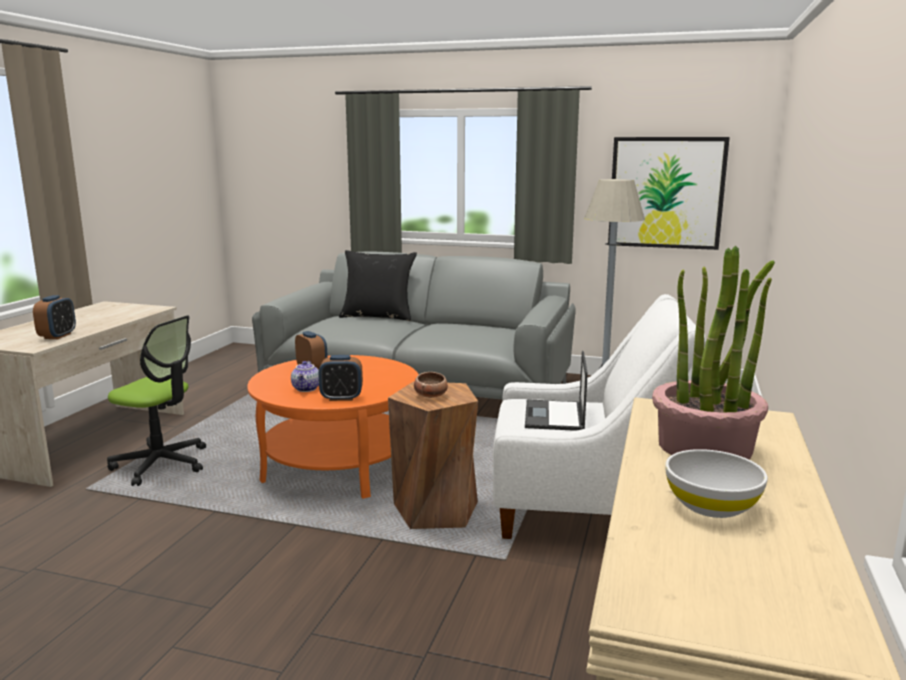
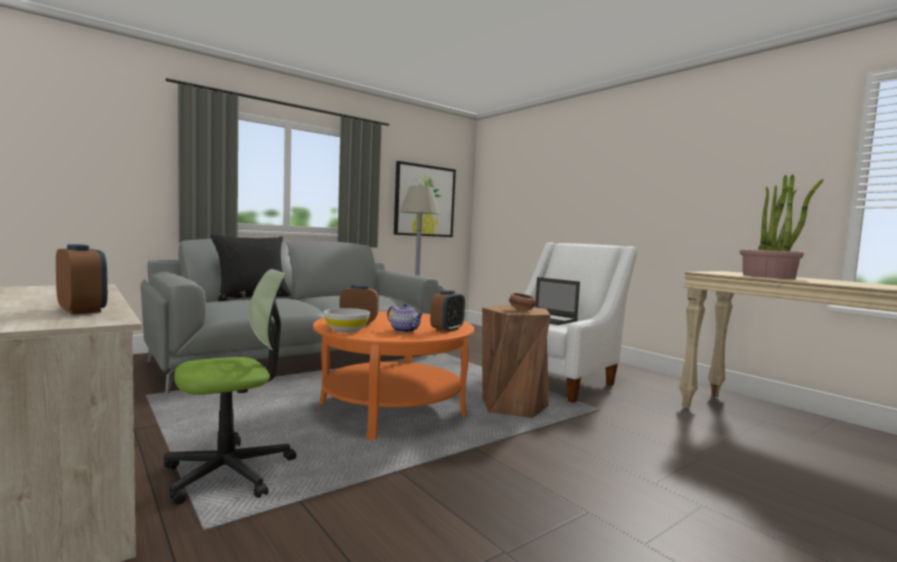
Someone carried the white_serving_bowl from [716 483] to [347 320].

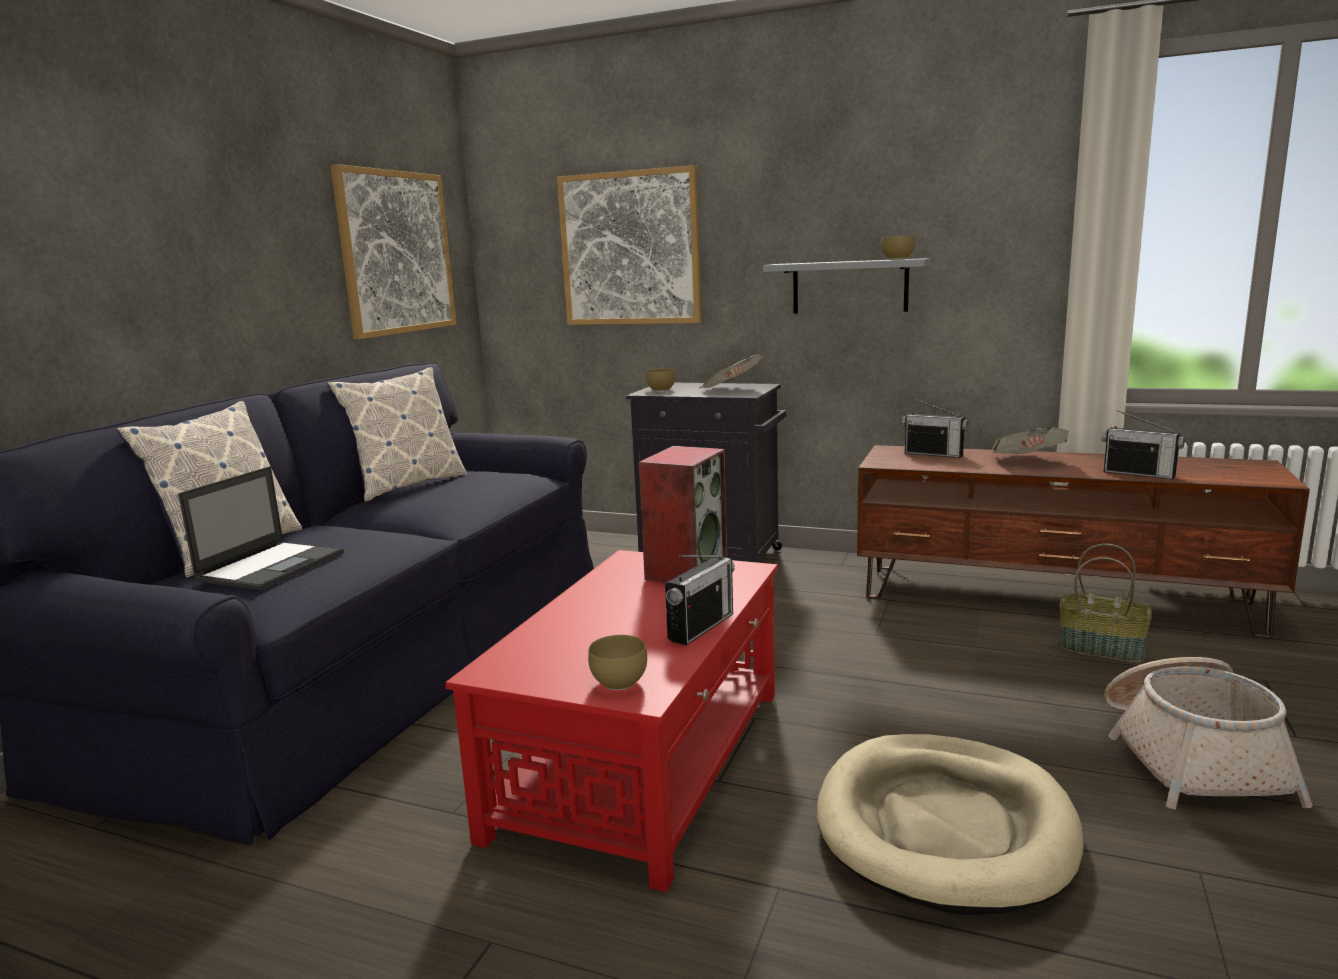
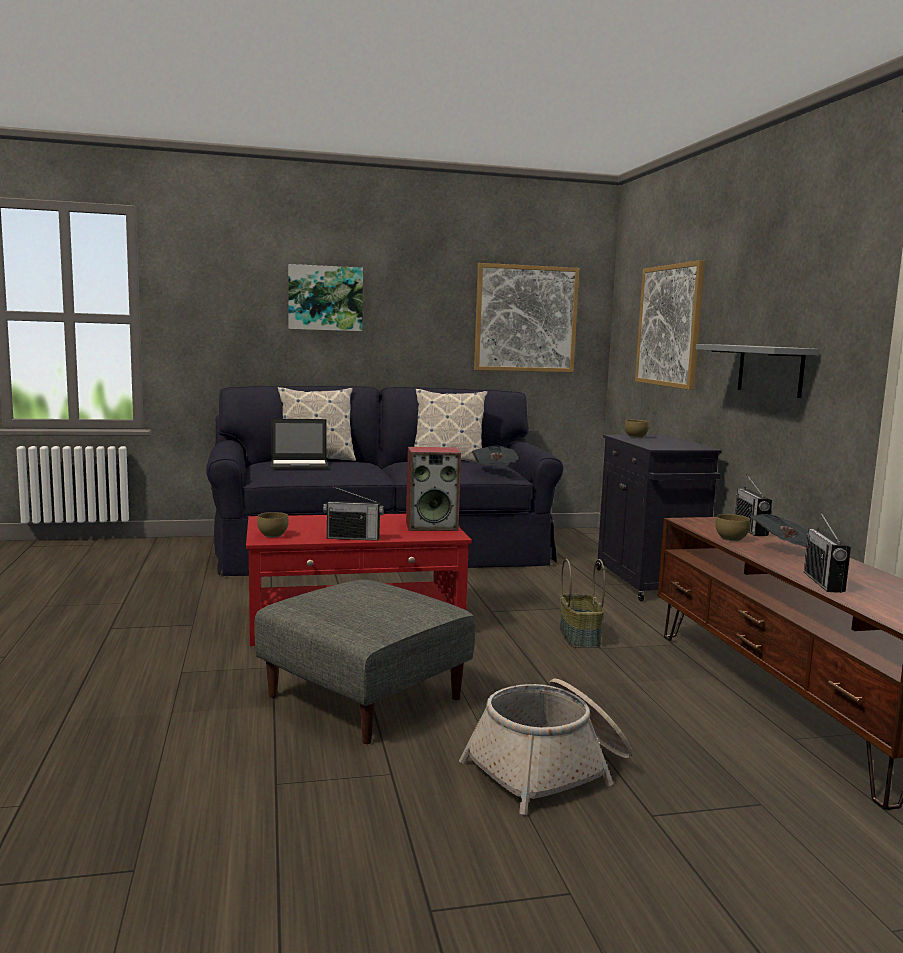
Someone carried the newspaper from [731 370] to [495 456].
Someone swapped the sand-coloured_pet_bed at [950 824] for the grey_pouffe at [364 662].
Someone carried the brownish_serving_bowl from [898 247] to [732 527].
Someone carried the storage_basket from [1105 603] to [582 603].
Someone put up the picture at [325 297].

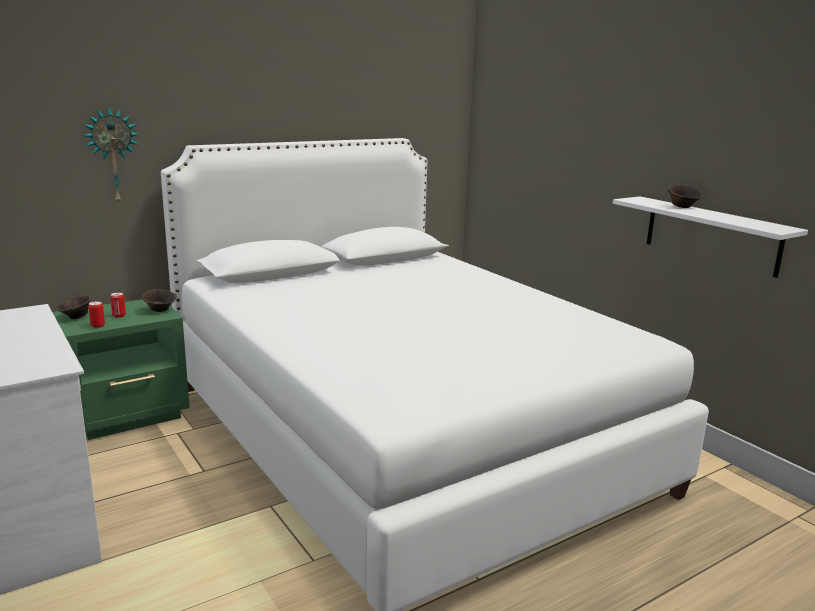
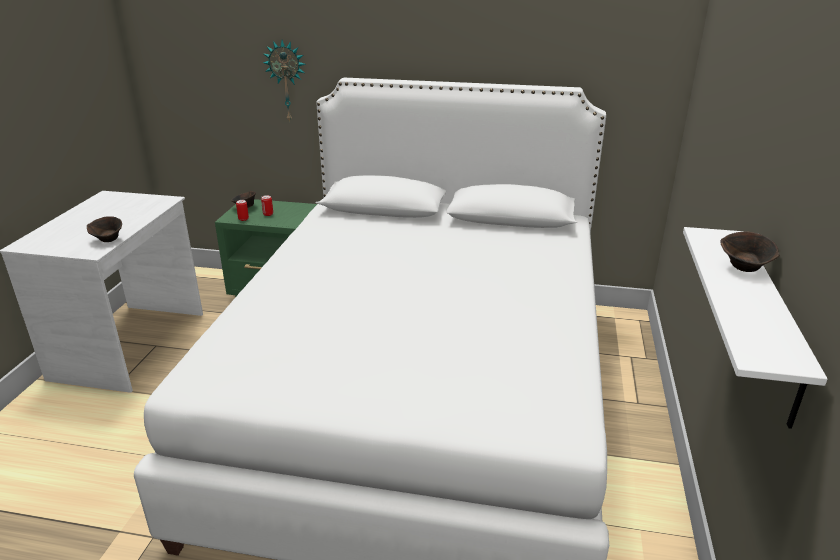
Someone carried the brownish_serving_bowl from [159 300] to [104 229].

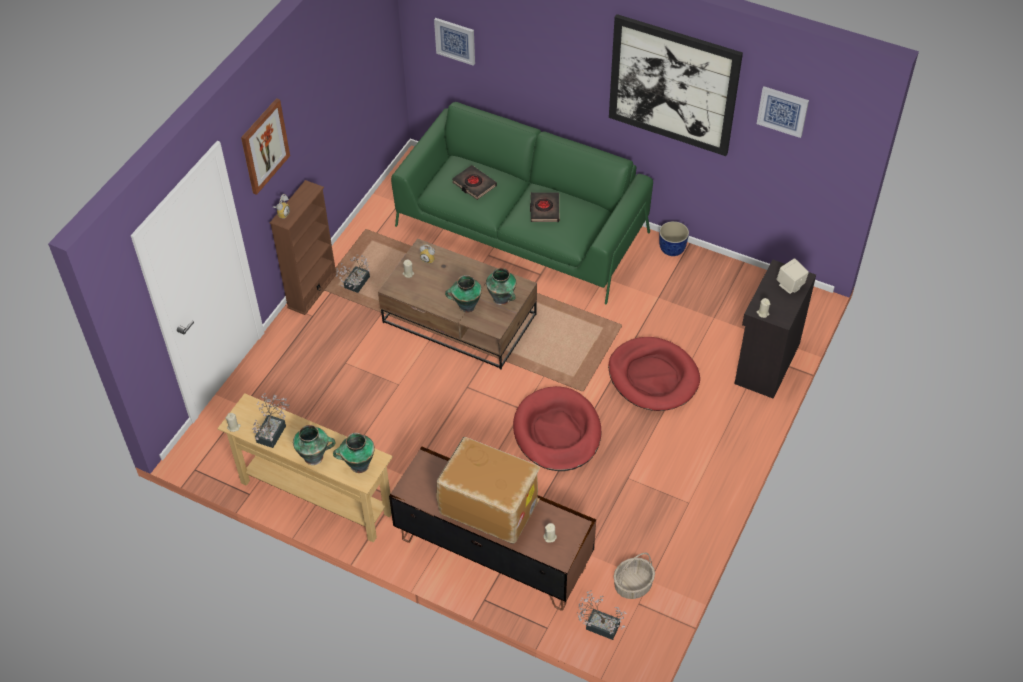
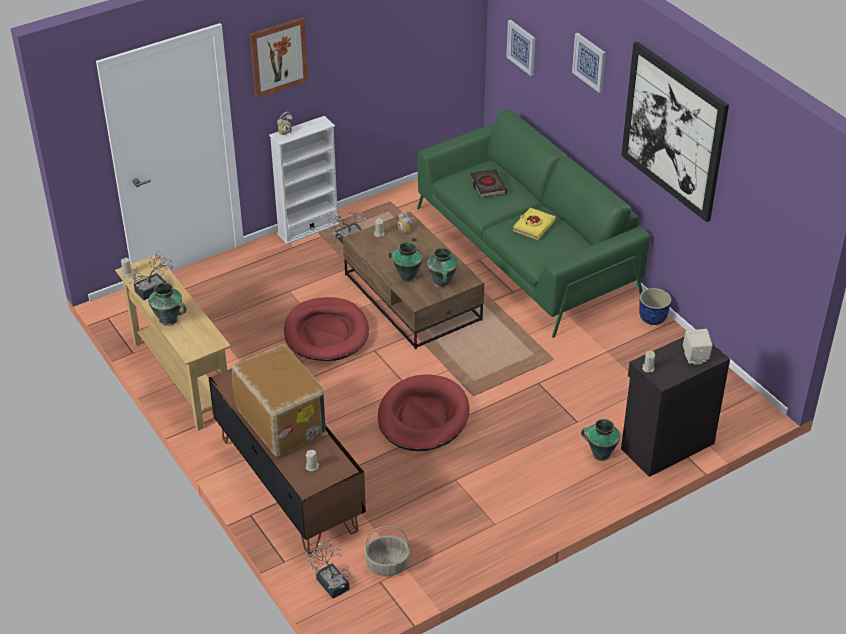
Someone repainted the brownish_bookcase at [303 247], which became the white_bookcase at [304 180].
Someone carried the vase from [354 453] to [600 440].
Someone repainted the black_bound_book at [544 207], which became the yellowish_bound_book at [534 223].
Someone carried the red_pet_bed from [654 374] to [326 329].
Someone carried the picture from [783 112] to [589 63].

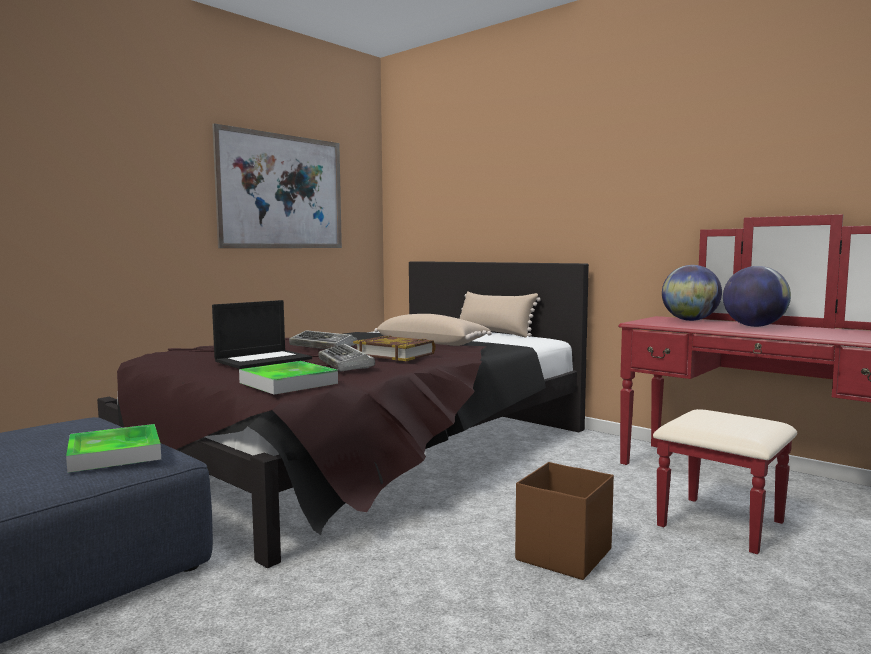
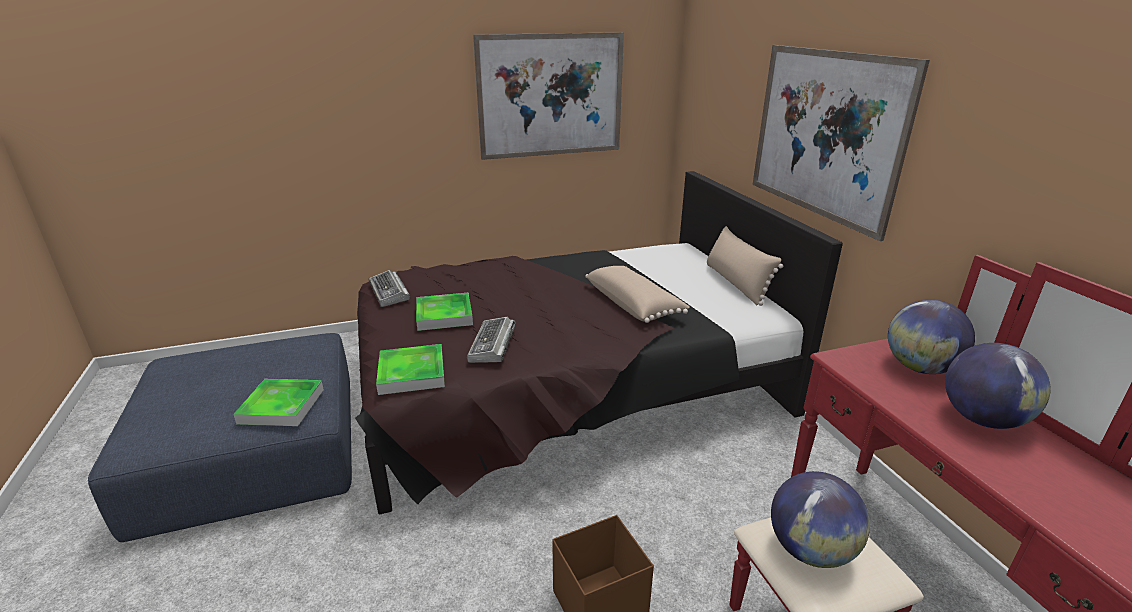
Someone swapped the portable_computer at [262 334] for the carrying_tray at [444 312].
Someone carried the PC_keyboard from [323 339] to [389 288].
Someone took away the bound_book at [394 348].
Someone put up the picture at [841 143].
Someone put down the globe at [820 519].

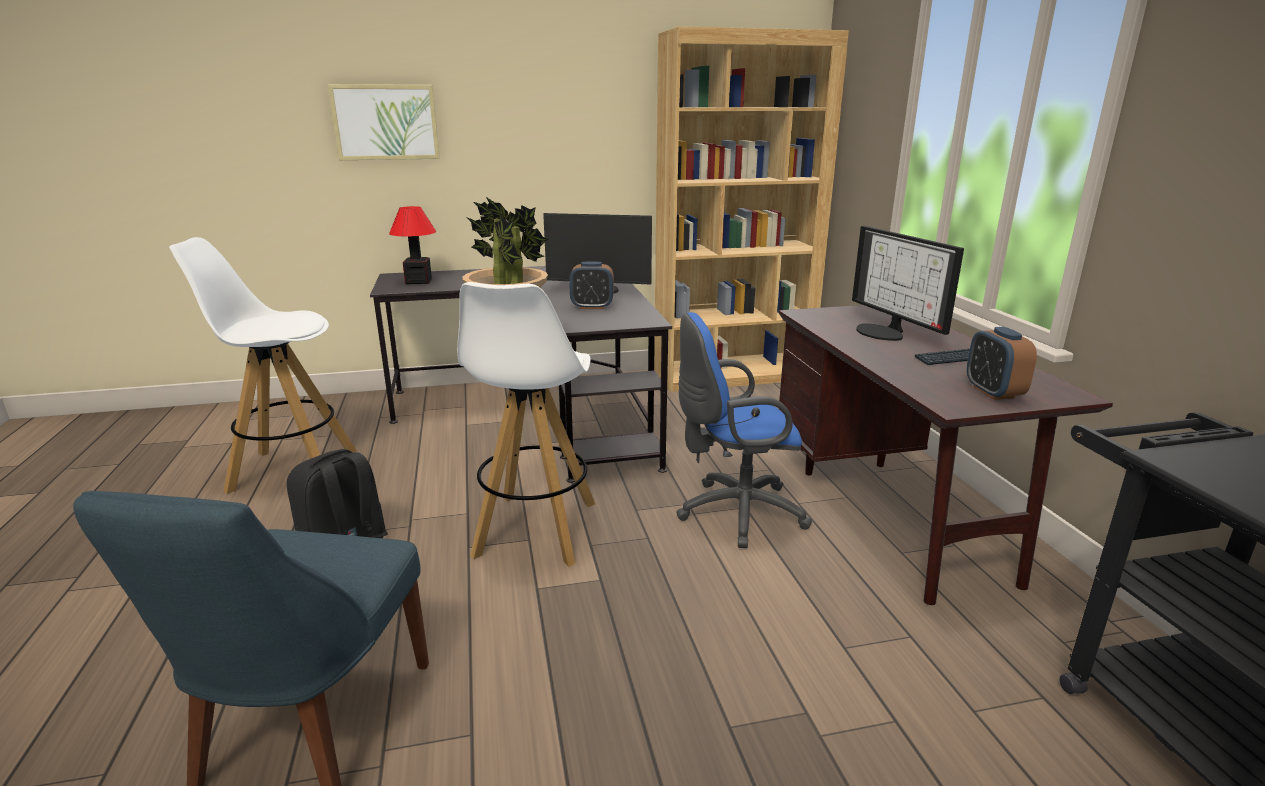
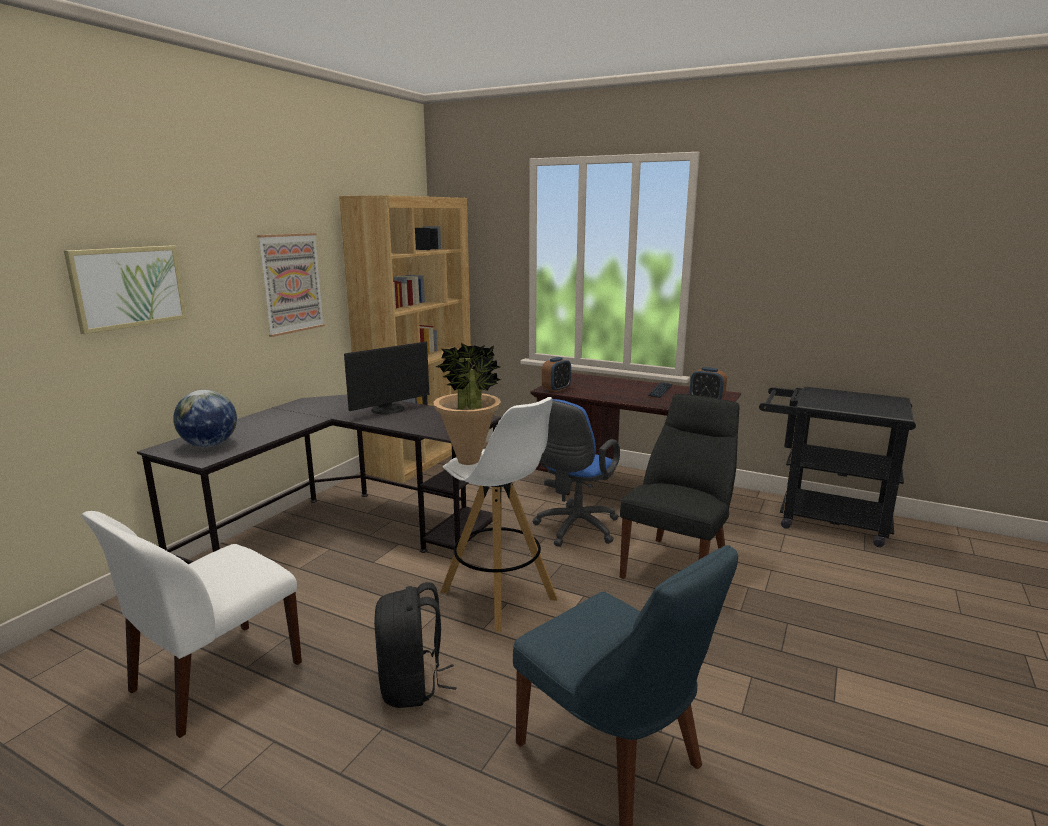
Someone swapped the white_sitting_stool at [263 365] for the white_plain_chair at [192 624].
Someone swapped the lamp_for_a_table at [412 245] for the globe at [205 418].
Someone carried the bedside_clock from [591 285] to [556 374].
Someone took away the computer_display at [908 283].
Someone put up the picture at [291 285].
Someone put down the black_plain_chair at [680 486].

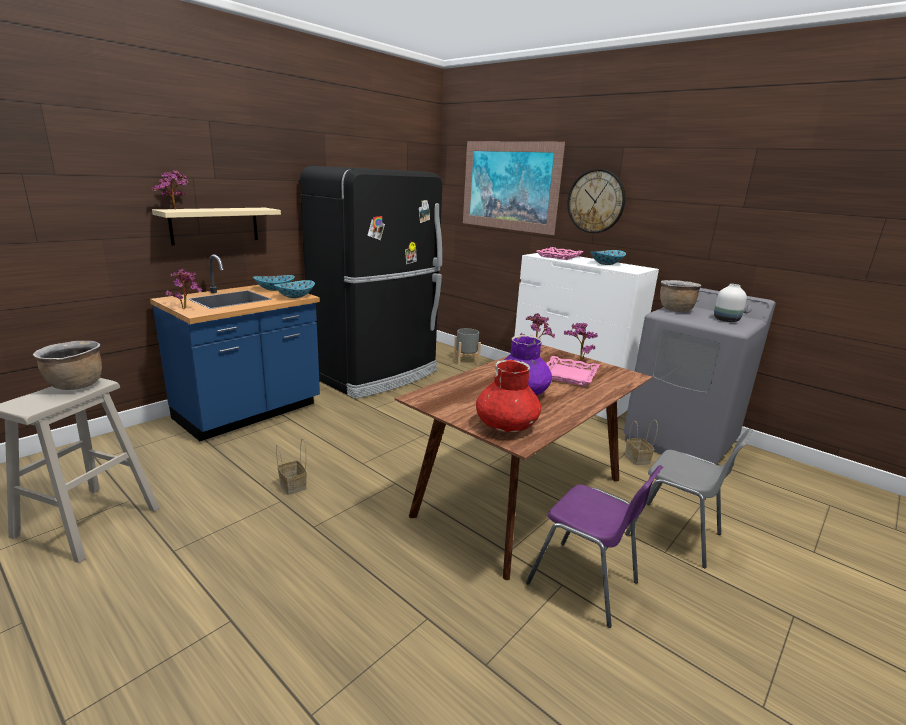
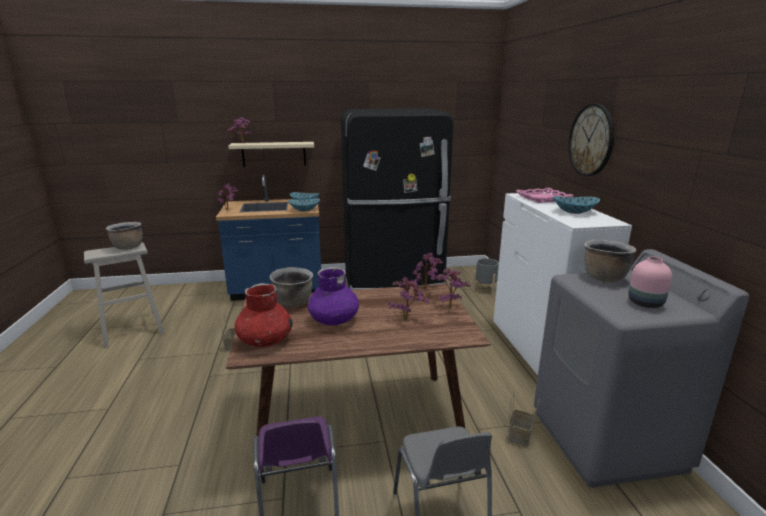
Someone took away the picture at [514 188].
Someone swapped the pink-coloured_carrying_tray at [573 371] for the potted_plant at [408 298].
Someone repainted the white_vase at [730 303], which became the pink-coloured_vase at [650 282].
Someone put down the brownish_saucepot at [291 287].

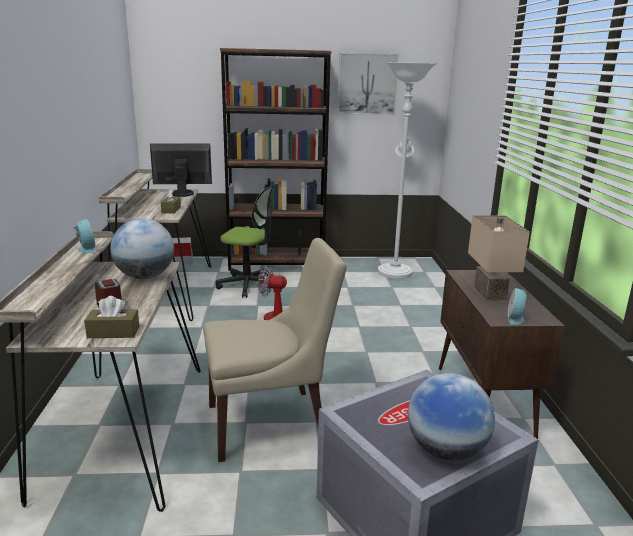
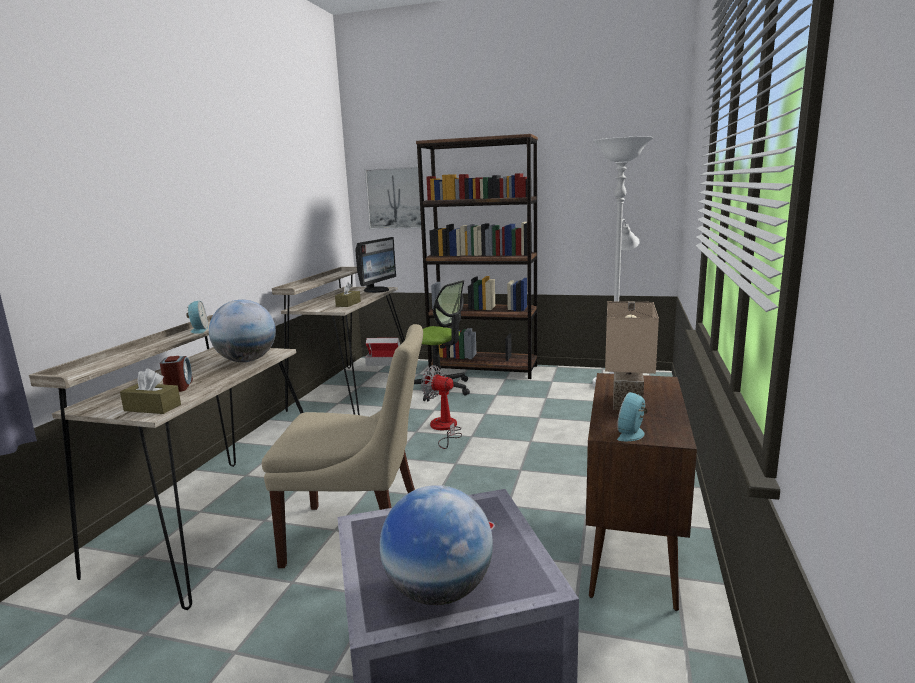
Someone rotated the computer_display at [181 170] by 105 degrees clockwise.
Someone carried the picture from [368 84] to [392 198].

